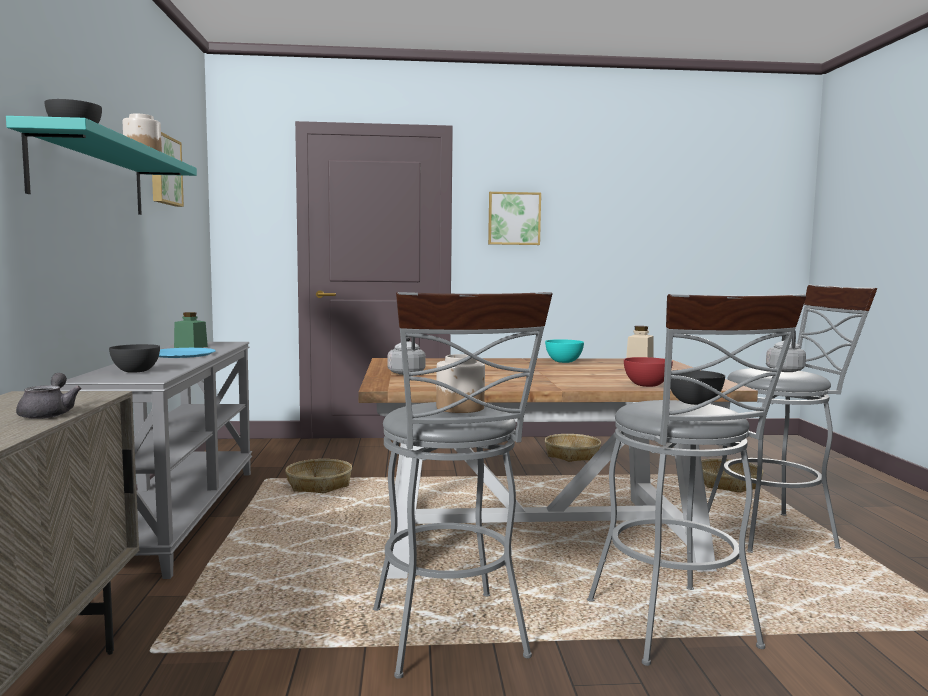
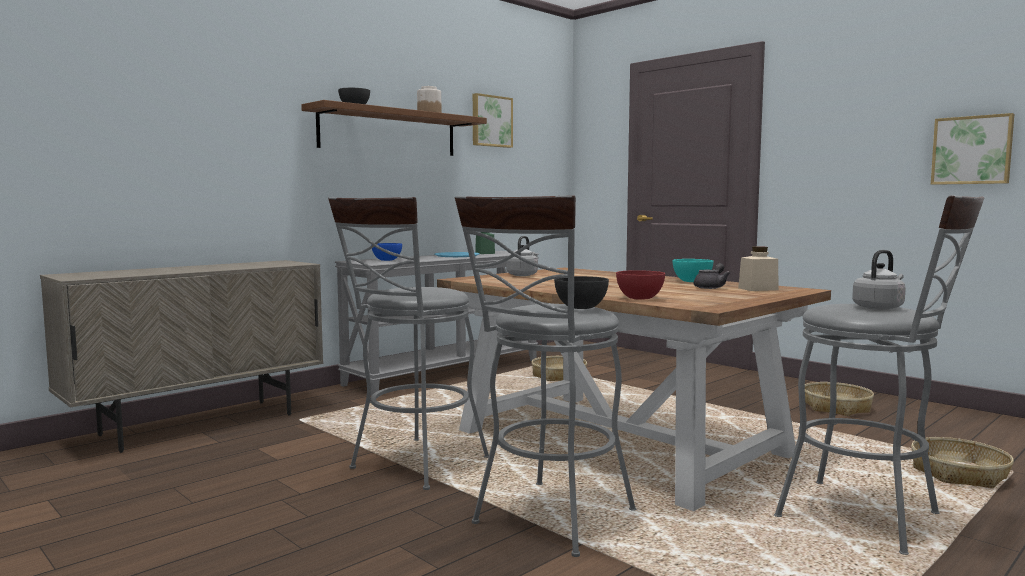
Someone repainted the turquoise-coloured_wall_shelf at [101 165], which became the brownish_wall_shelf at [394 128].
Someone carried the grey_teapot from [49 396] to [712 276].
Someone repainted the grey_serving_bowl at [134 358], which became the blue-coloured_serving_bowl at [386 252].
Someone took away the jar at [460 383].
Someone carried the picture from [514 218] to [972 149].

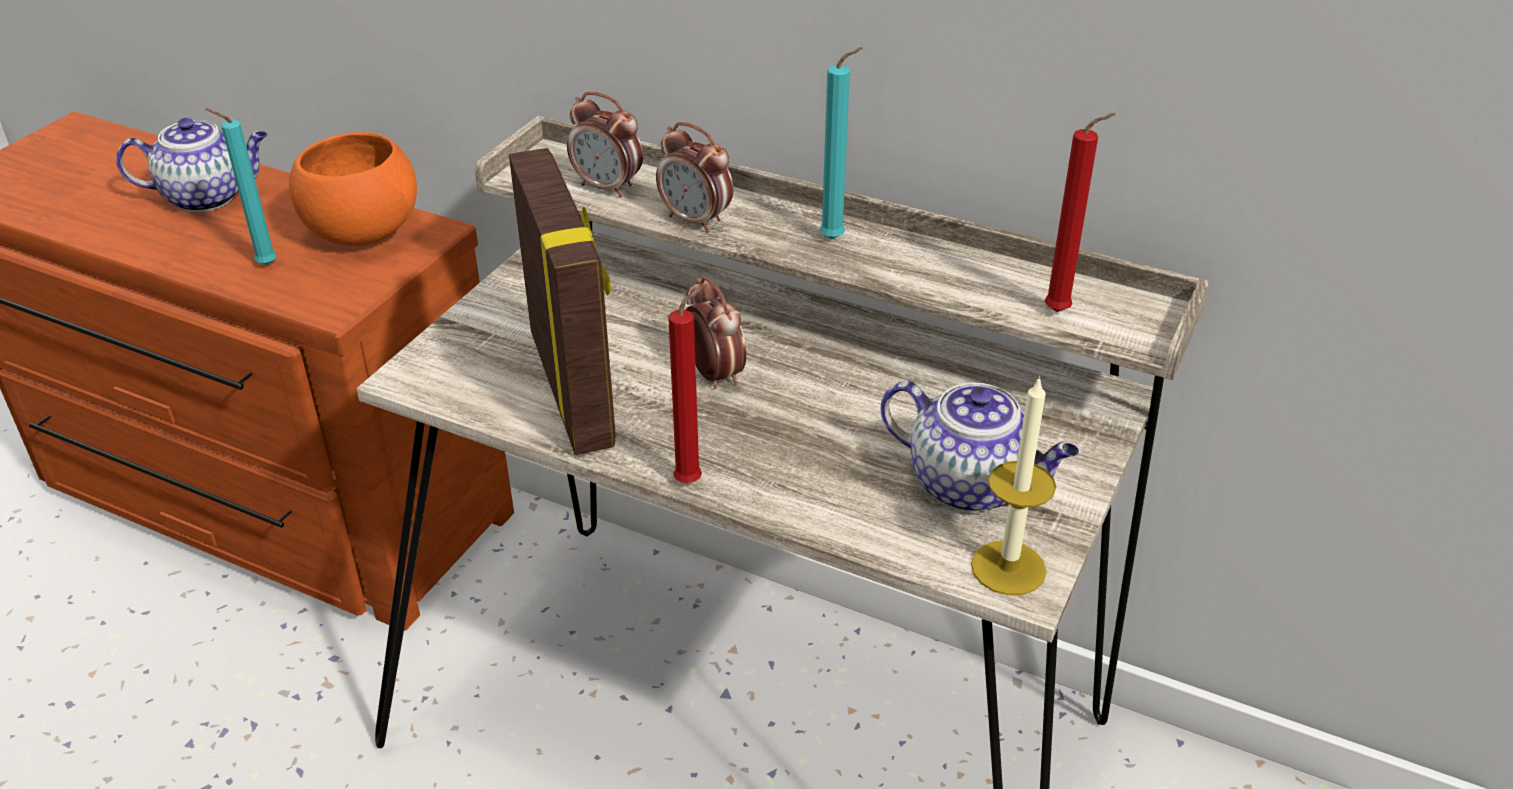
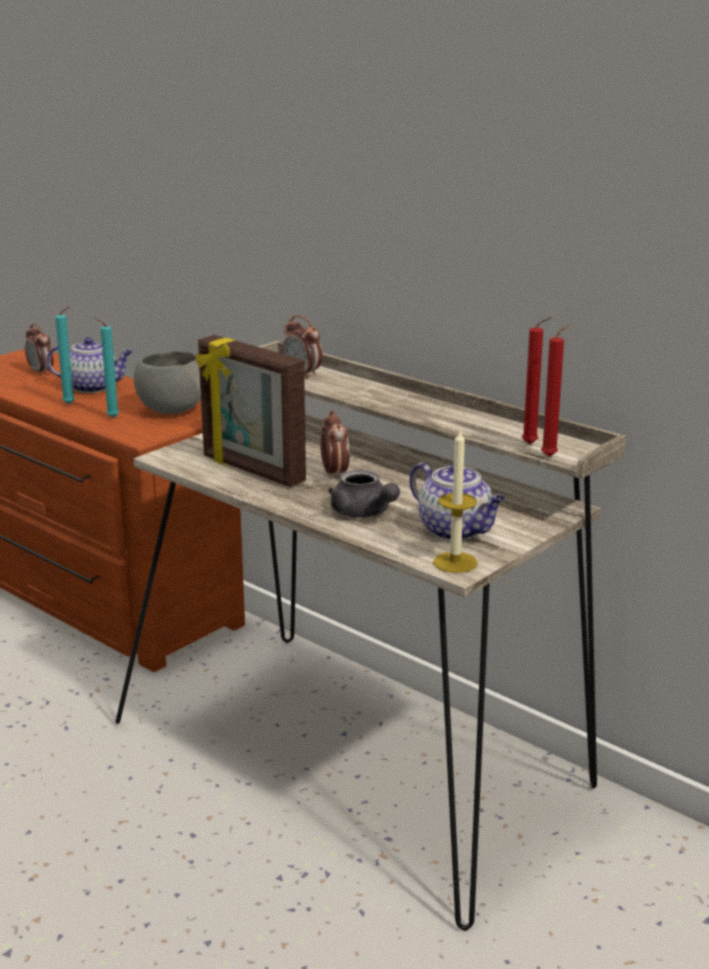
Someone repainted the orangey_serving_bowl at [353 189], which became the grey_serving_bowl at [167 382].
Someone rotated the photo_frame at [562 301] by 135 degrees clockwise.
Someone carried the bedside_clock from [694 177] to [39 350].
Someone carried the red_candle from [685 384] to [556 390].
Someone carried the turquoise-coloured_candle from [841 143] to [65 355].
Someone put down the grey_teapot at [364 494].

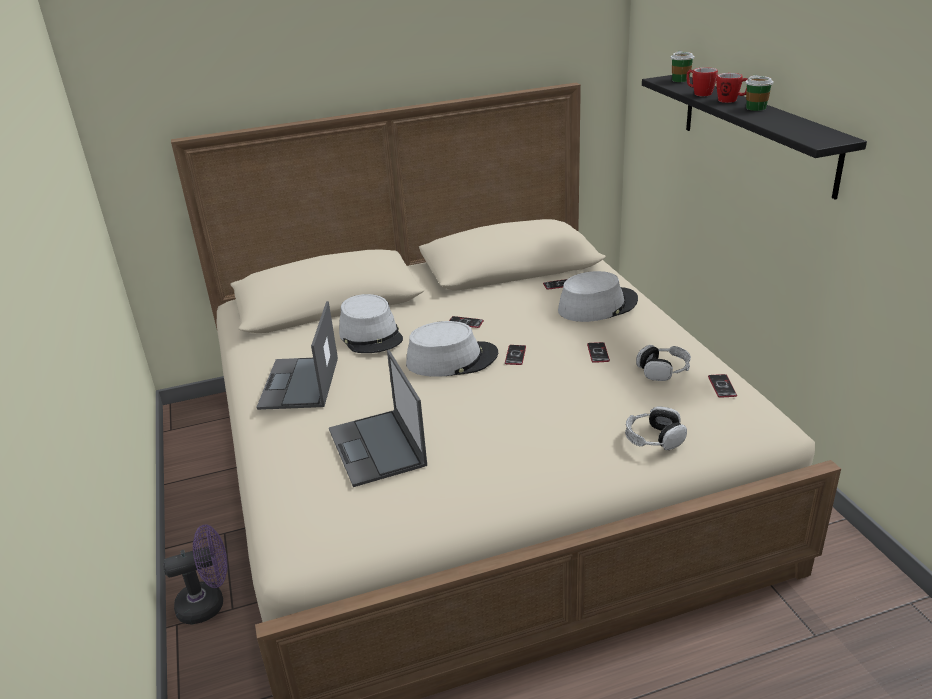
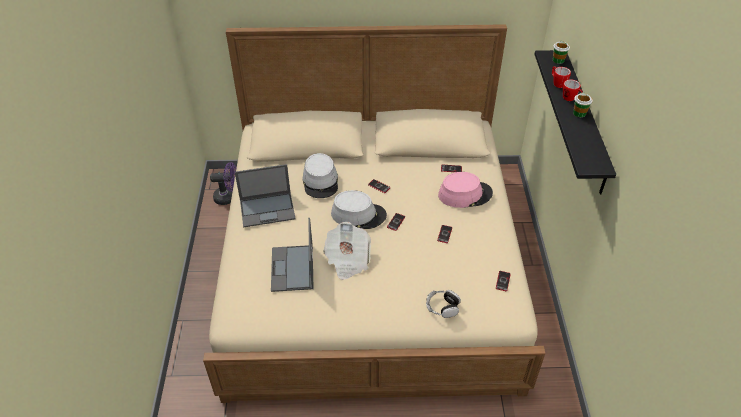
Someone carried the purple-coloured_cooling_fan from [195 574] to [223 183].
Someone rotated the portable_computer at [297 355] by 120 degrees counterclockwise.
Someone repainted the grey_clothing_hat at [598 296], which became the pink-coloured_clothing_hat at [465 190].
Someone took away the pair_of_headphones at [663 363].
Someone put down the newspaper at [347 251].

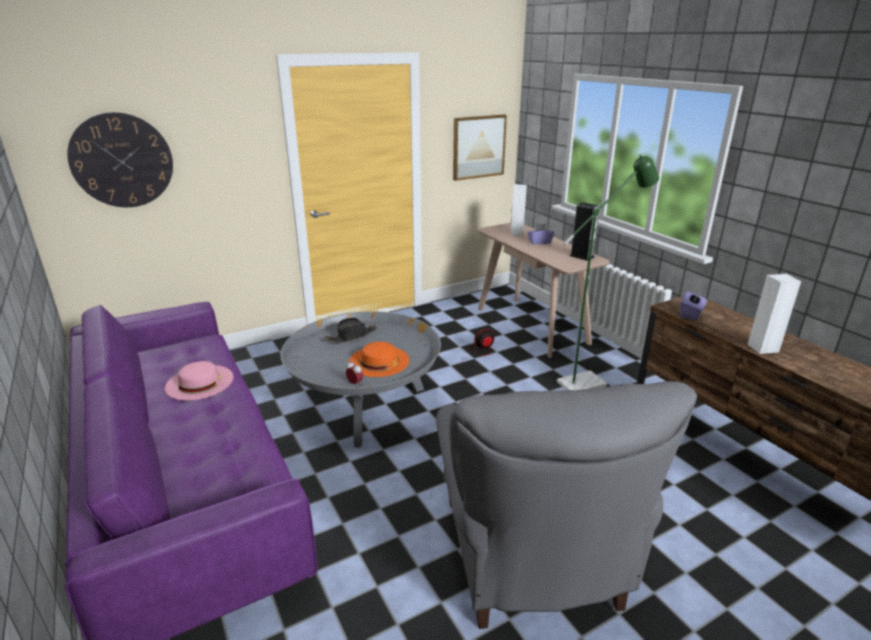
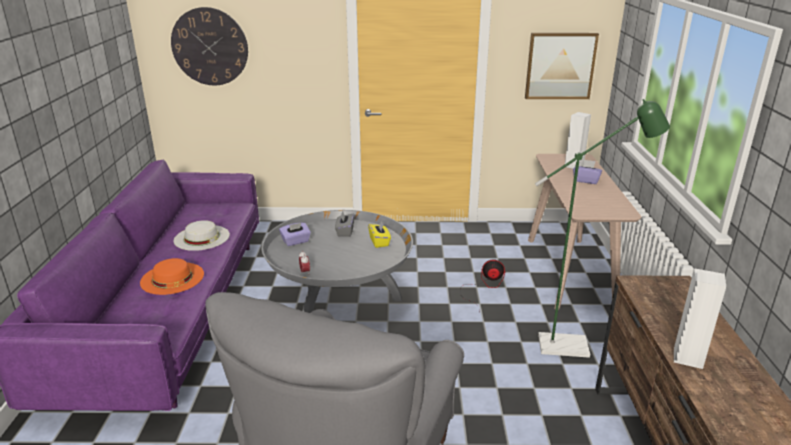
Someone repainted the pink-coloured_clothing_hat at [199 380], which became the white_clothing_hat at [202 235].
Someone swapped the black_clothing_hat at [351 330] for the grey_box_of_tissues at [344 224].
Someone carried the orangey_clothing_hat from [379 359] to [172 276].
Someone took away the audio_speaker at [585 231].
Someone carried the purple-coloured_box_of_tissues from [693 305] to [295 234].
Someone put down the yellowish_box_of_tissues at [379 235].

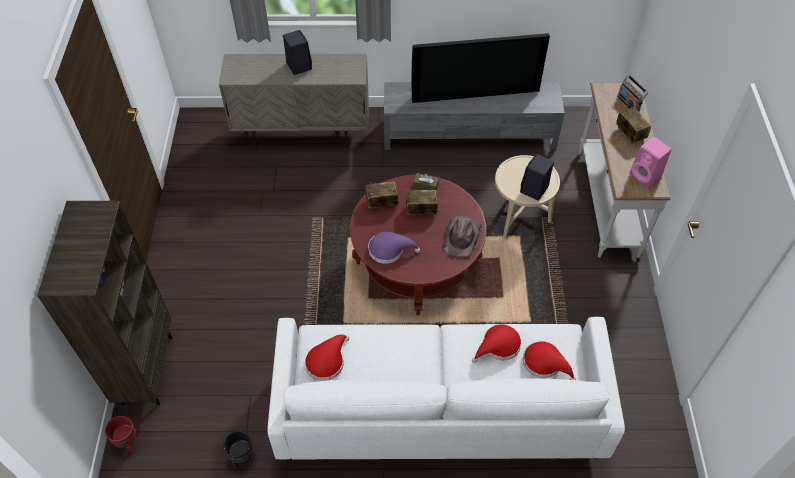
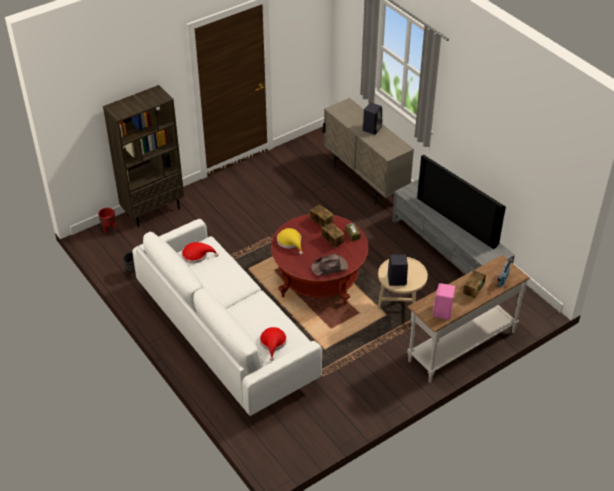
Someone repainted the purple-coloured_clothing_hat at [394 248], which became the yellowish_clothing_hat at [290 241].
Someone took away the red_clothing_hat at [496 343].

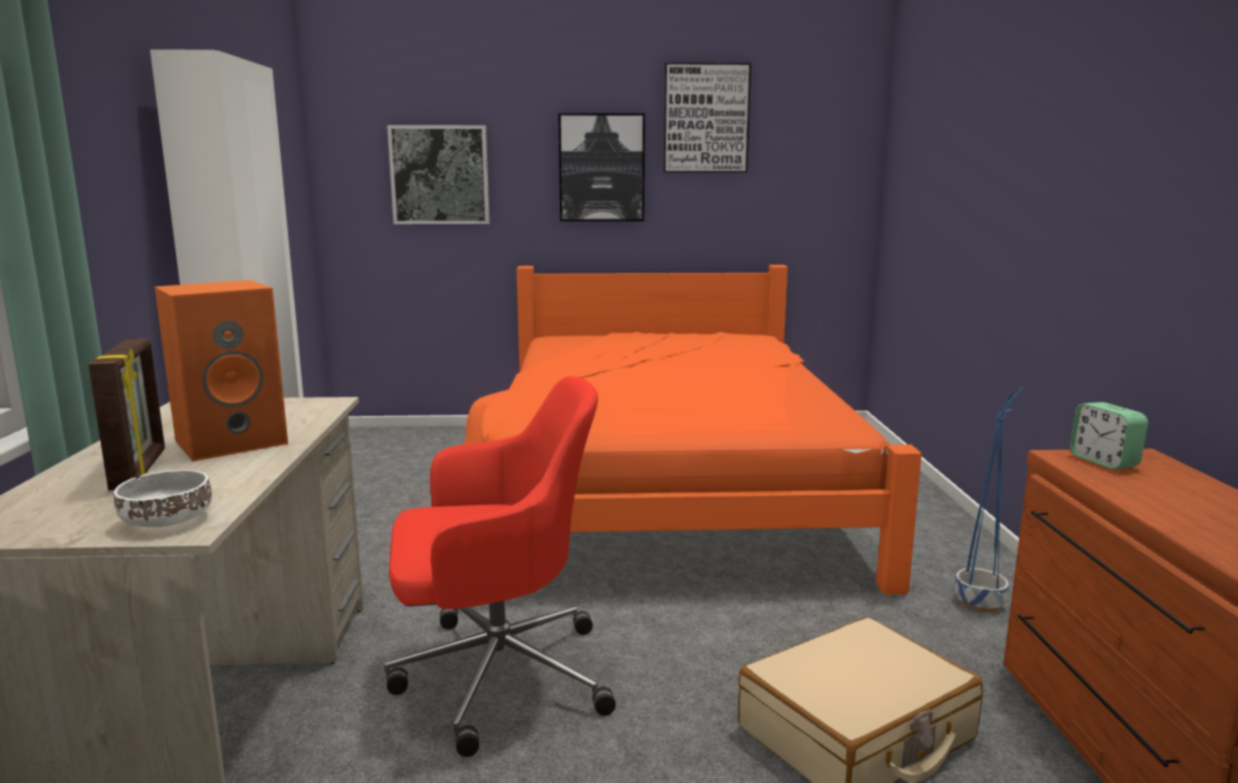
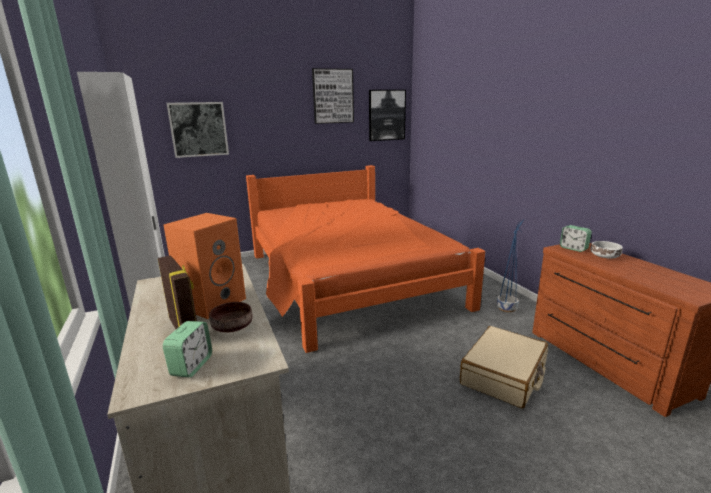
Someone carried the white_serving_bowl from [163 498] to [607 250].
Someone took away the red_desk_chair at [500 566].
Someone carried the picture from [601 167] to [387 115].
Someone put down the bedside_clock at [187 349].
Someone put down the brownish_serving_bowl at [230 317].

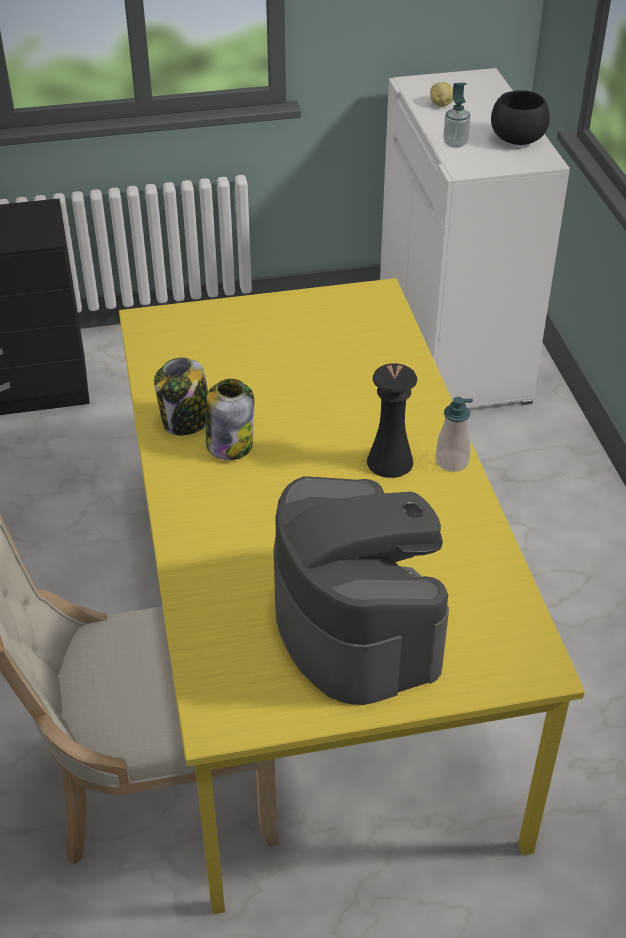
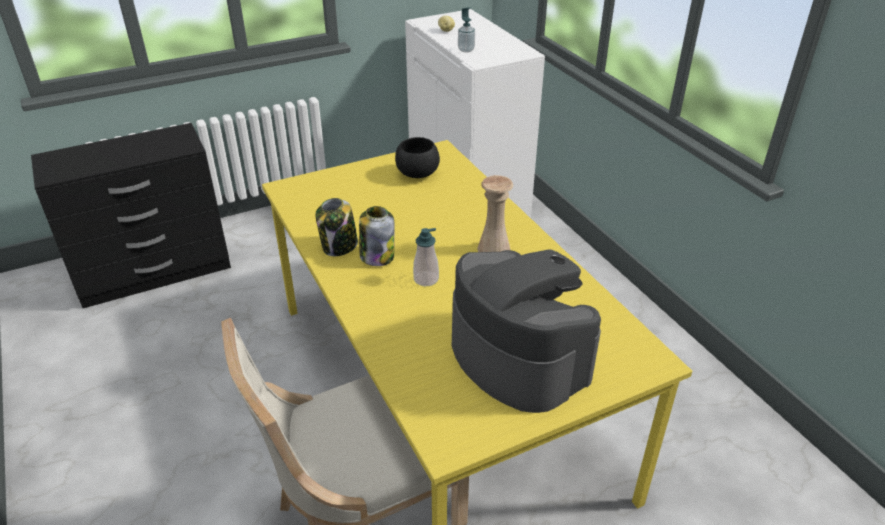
Someone repainted the black_vase at [392 421], which became the sand-coloured_vase at [495 213].
Someone carried the soap_dispenser from [454 434] to [426 257].
Someone carried the black_serving_bowl from [520 117] to [417 157].

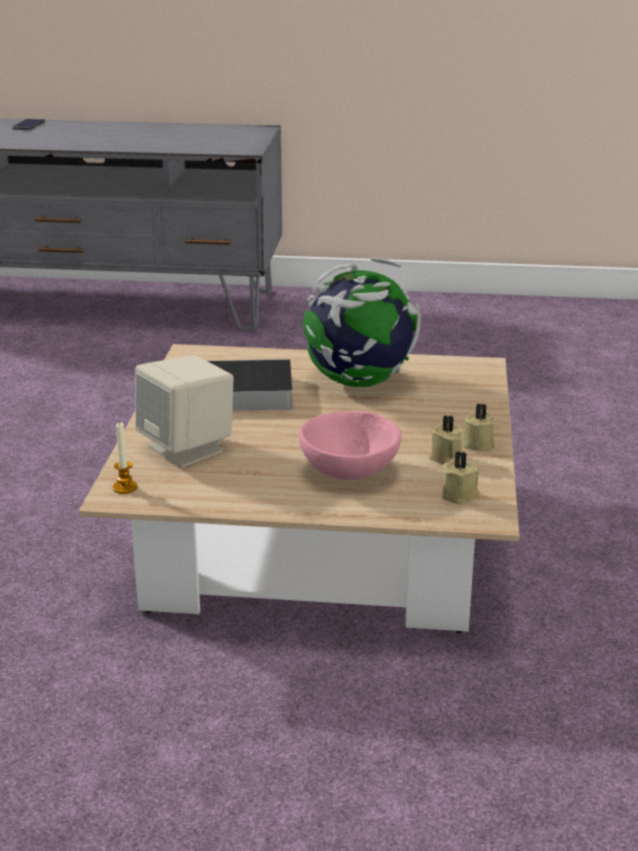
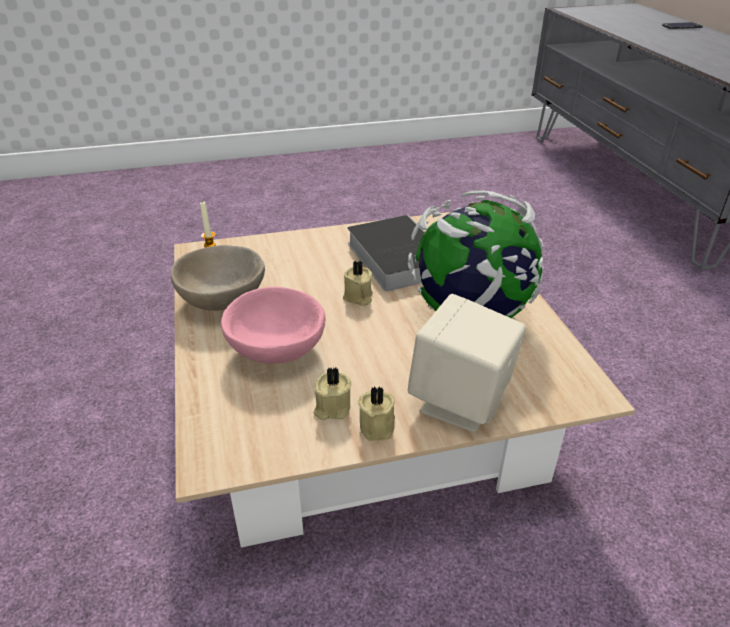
Someone carried the sand-coloured_audio_speaker from [184 411] to [467 363].
Someone carried the sand-coloured_candle from [461 478] to [358 283].
Someone put down the sand-coloured_serving_bowl at [218 278].

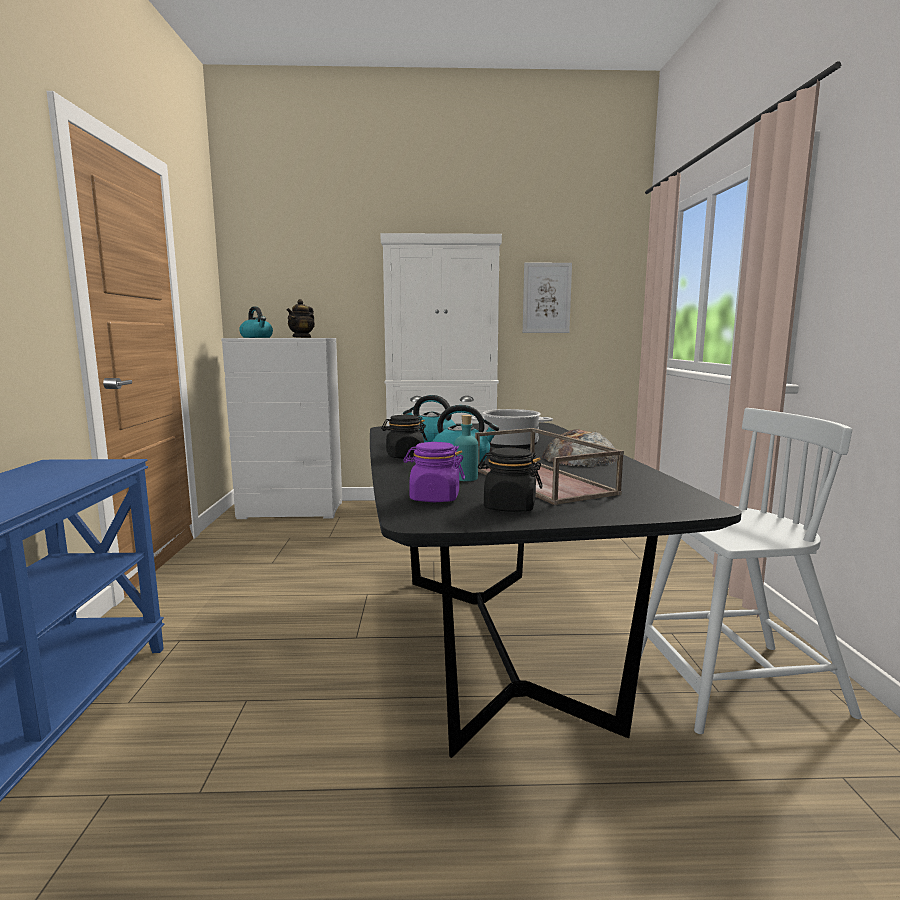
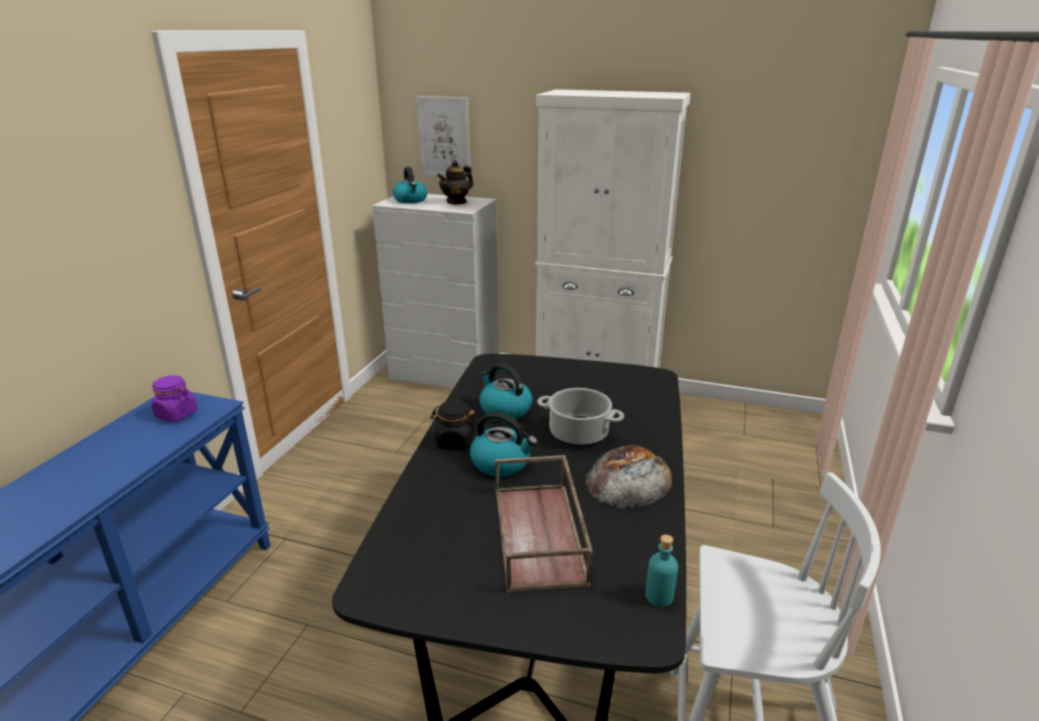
Someone carried the purple-coloured_jar from [434 472] to [174 398].
Someone carried the turquoise-coloured_drink_bottle from [466 448] to [661 570].
Someone took away the black_jar at [510 480].
Someone carried the picture from [547 298] to [443 137].

